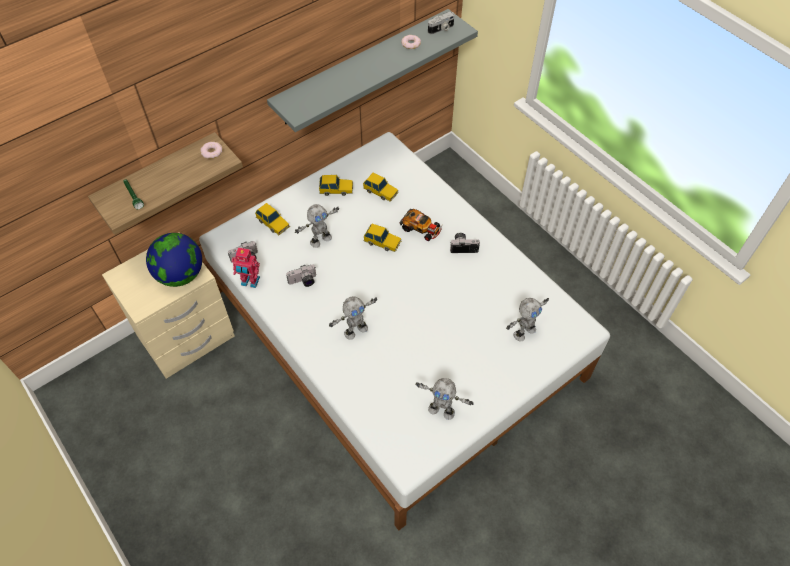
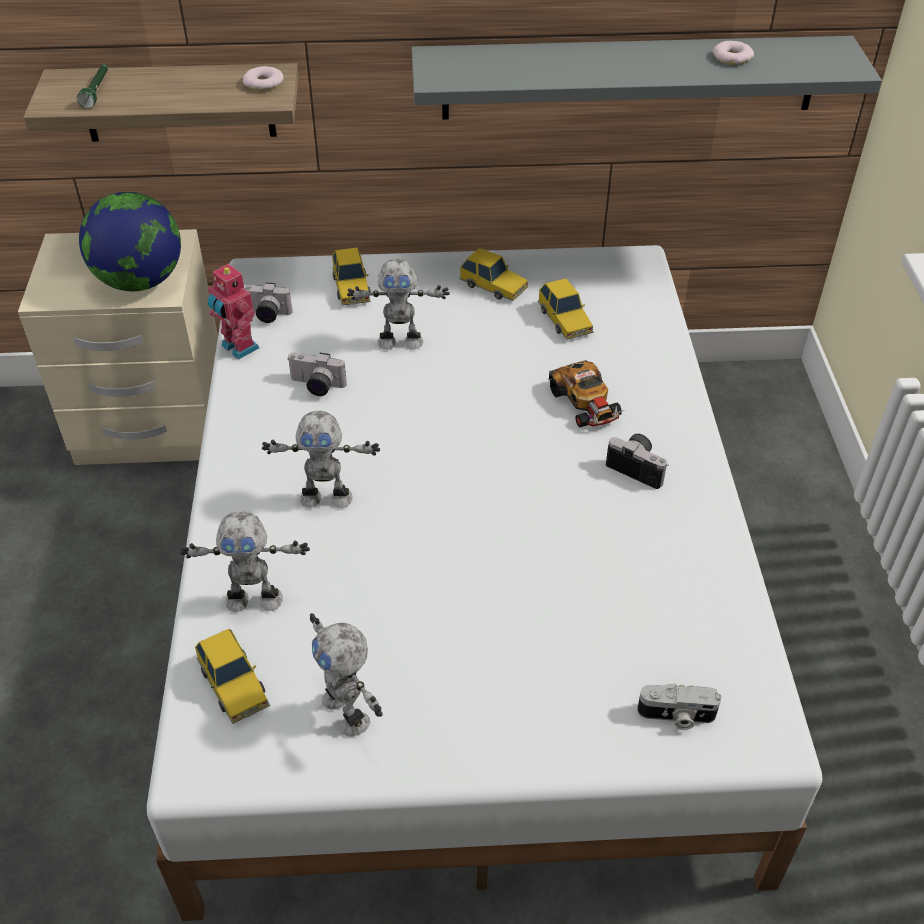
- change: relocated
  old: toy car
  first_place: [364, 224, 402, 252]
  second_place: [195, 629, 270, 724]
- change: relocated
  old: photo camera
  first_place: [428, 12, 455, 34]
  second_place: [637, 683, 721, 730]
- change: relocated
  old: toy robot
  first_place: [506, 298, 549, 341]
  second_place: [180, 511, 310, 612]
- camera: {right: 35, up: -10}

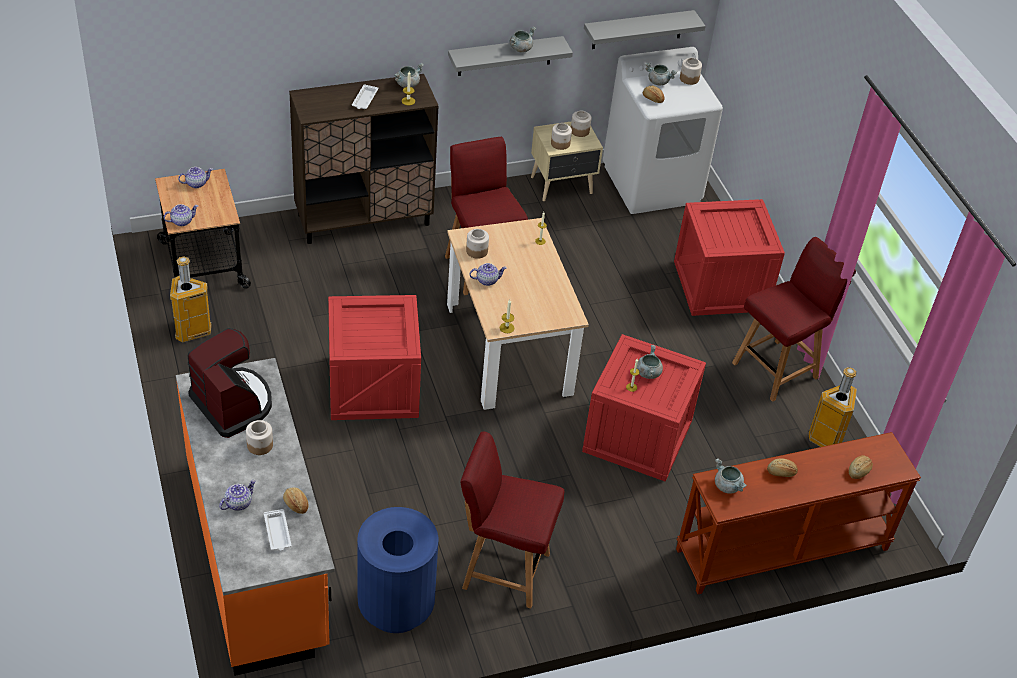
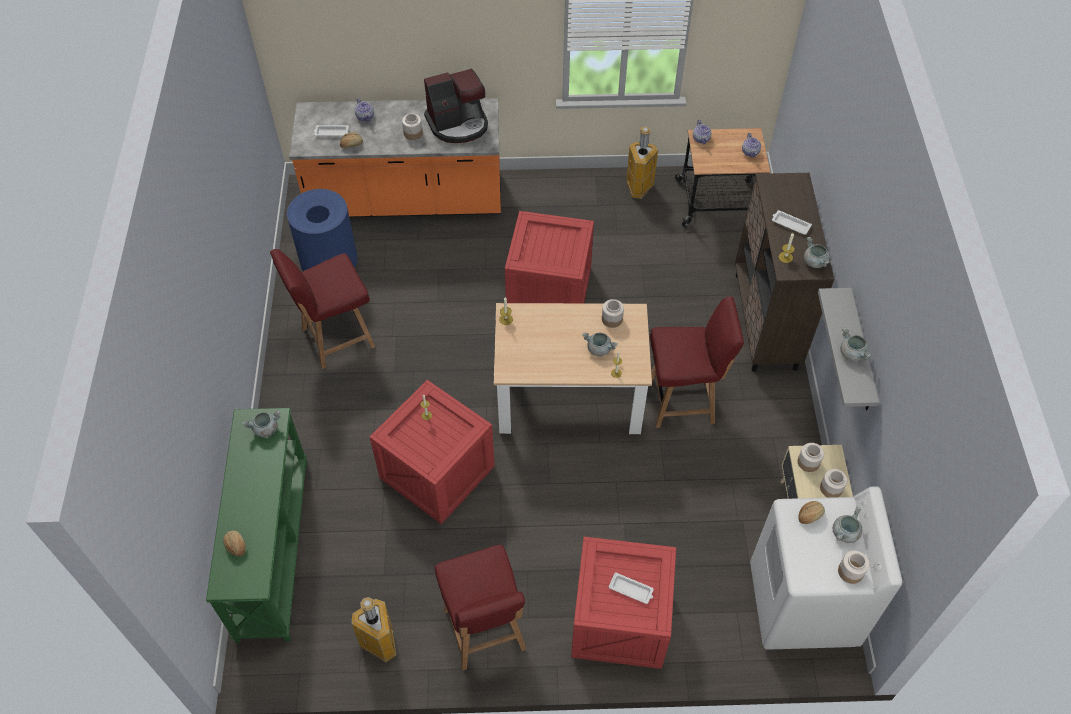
- change: spun
  old: chair (red)
  first_place: [460, 432, 564, 608]
  second_place: [270, 249, 375, 369]
  degrees: -150
- change: missing
  old: teapot
  first_place: [469, 263, 507, 286]
- change: missing
  old: shelf (grey)
  first_place: [584, 10, 706, 49]
- change: relocated
  old: cooking pot (grey)
  first_place: [637, 345, 663, 379]
  second_place: [583, 332, 618, 356]
- change: colour
  old: console table (brown)
  new: console table (green)
  first_place: [676, 432, 921, 594]
  second_place: [206, 408, 308, 643]
- change: missing
  old: bread
  first_place: [767, 458, 798, 477]
- change: appeared
  new: tray (white)
  second_place: [609, 572, 654, 604]
- camera: {right: 110, up: 10}

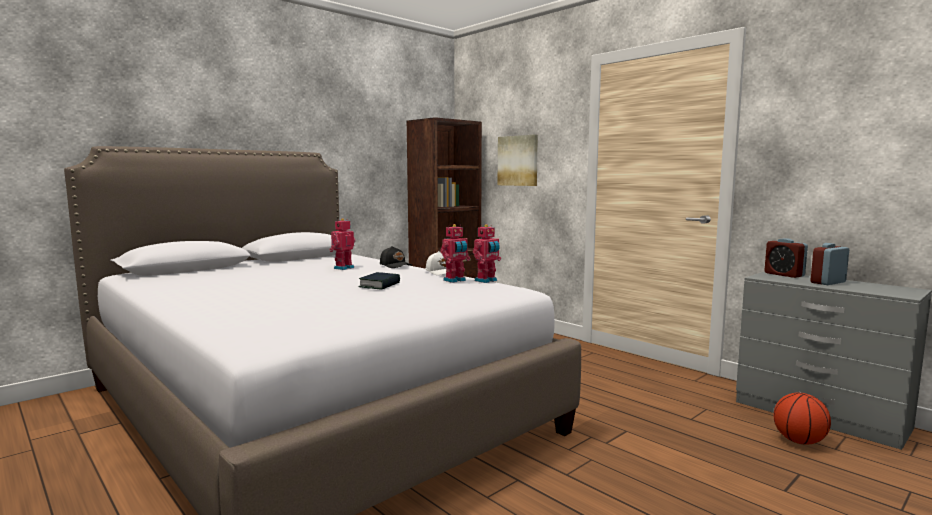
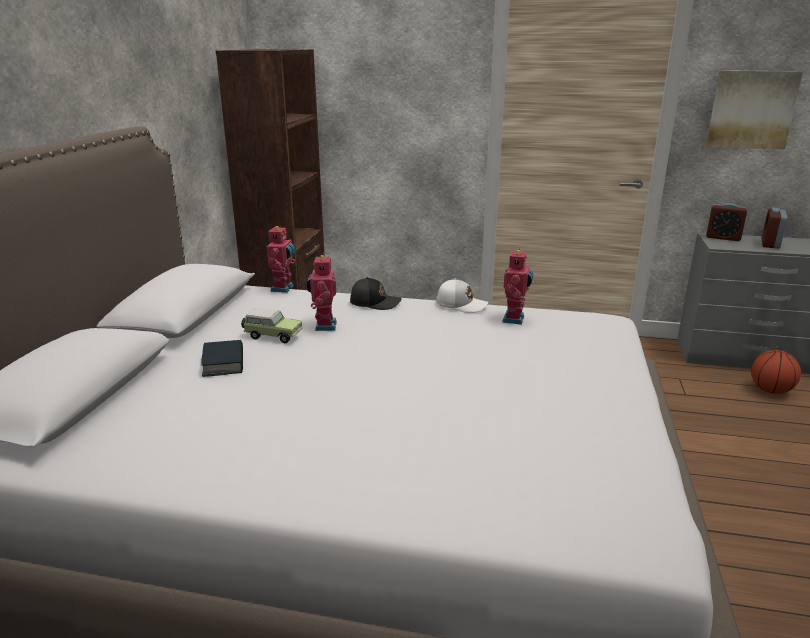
- change: relocated
  old: book
  first_place: [358, 272, 400, 290]
  second_place: [201, 340, 243, 377]
- change: relocated
  old: toy robot
  first_place: [473, 224, 501, 283]
  second_place: [267, 225, 295, 293]
- change: relocated
  old: picture
  first_place: [498, 134, 538, 186]
  second_place: [706, 70, 803, 150]
- change: appeared
  new: toy car
  second_place: [241, 308, 302, 343]
- camera: {right: -35, up: 15}

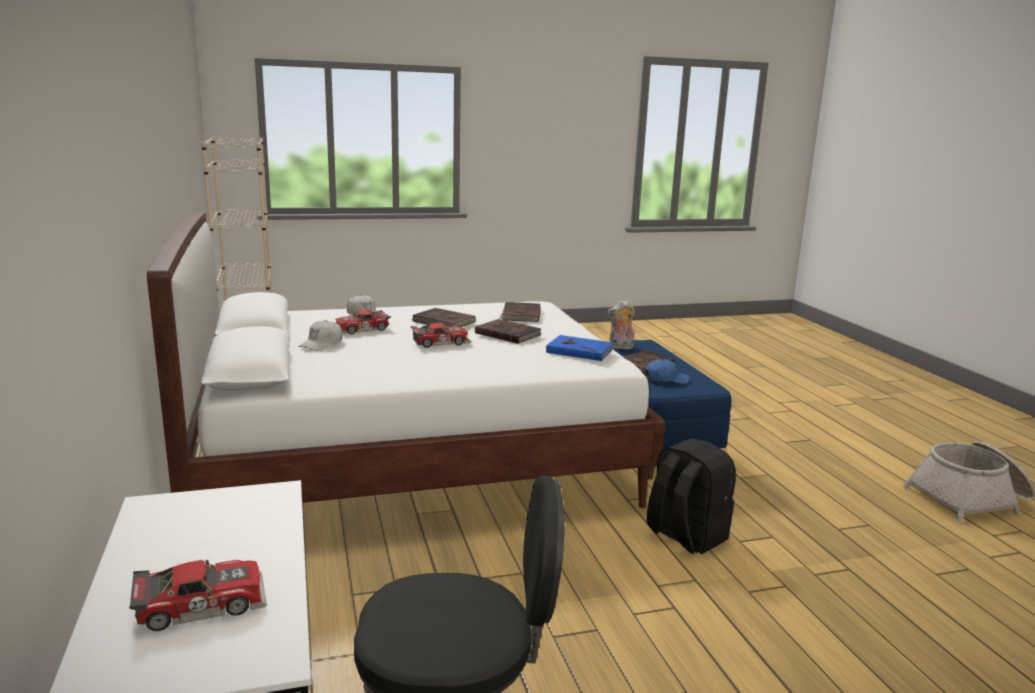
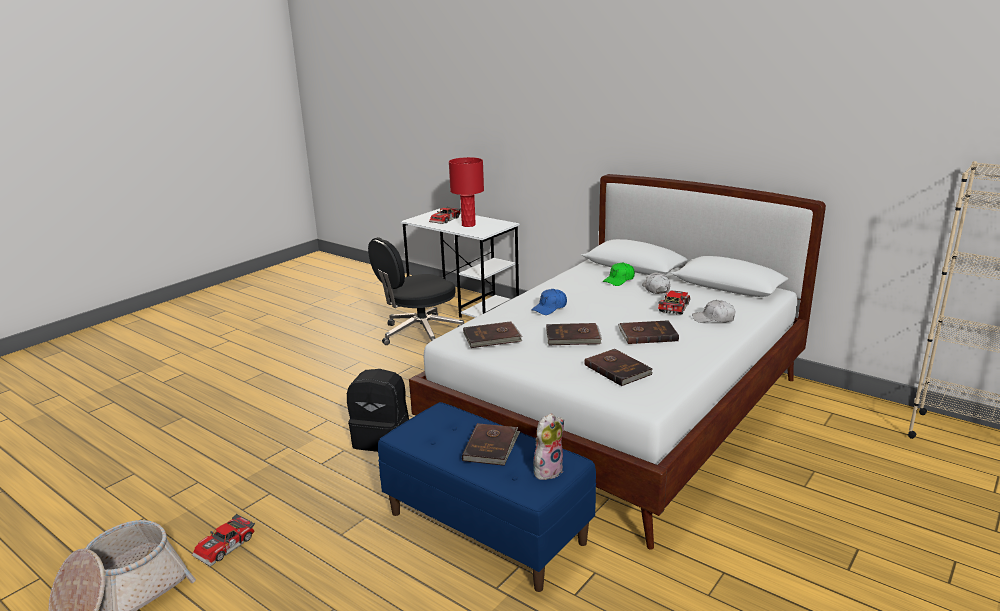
- change: relocated
  old: toy car
  first_place: [411, 323, 471, 348]
  second_place: [192, 514, 255, 566]
- change: colour
  old: book (blue)
  new: book (brown)
  first_place: [546, 335, 614, 361]
  second_place: [463, 321, 523, 348]
- change: relocated
  old: cap (blue)
  first_place: [645, 359, 689, 384]
  second_place: [531, 289, 567, 315]
- change: appeared
  new: table lamp (red)
  second_place: [449, 157, 484, 227]
- change: appeared
  new: cap (green)
  second_place: [603, 263, 635, 286]
- camera: {right: 145, up: 5}

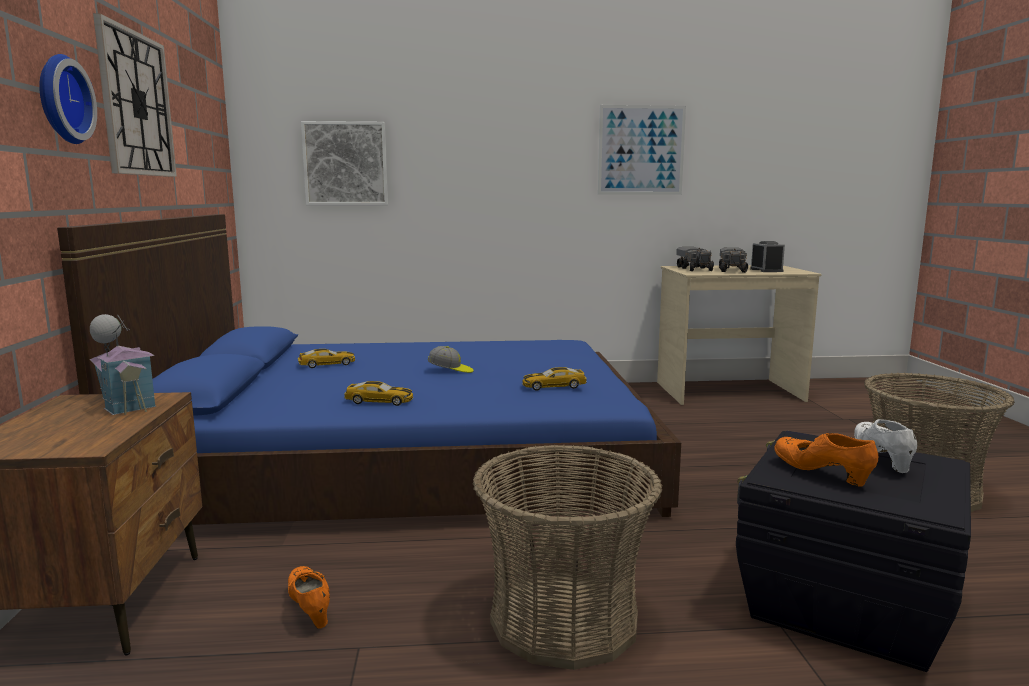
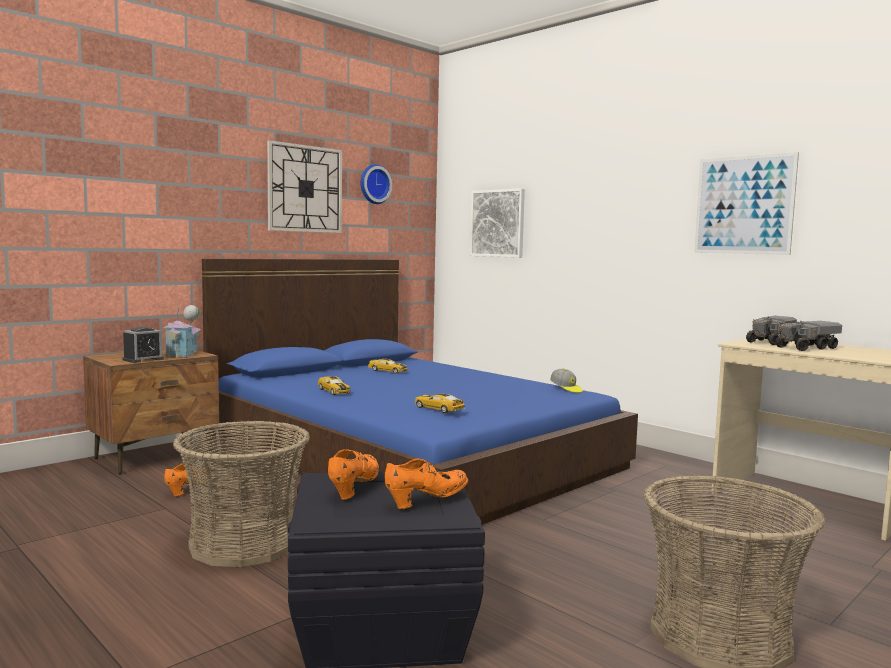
- change: relocated
  old: wall clock
  first_place: [39, 54, 97, 144]
  second_place: [361, 164, 392, 204]
- change: relocated
  old: cap
  first_place: [428, 346, 474, 373]
  second_place: [550, 369, 583, 393]
- change: relocated
  old: alarm clock
  first_place: [750, 241, 785, 272]
  second_place: [123, 327, 164, 363]
- change: colour
  old: shoe (white)
  new: shoe (orange)
  first_place: [854, 419, 917, 473]
  second_place: [385, 458, 468, 509]
- camera: {right: 50, up: -5}

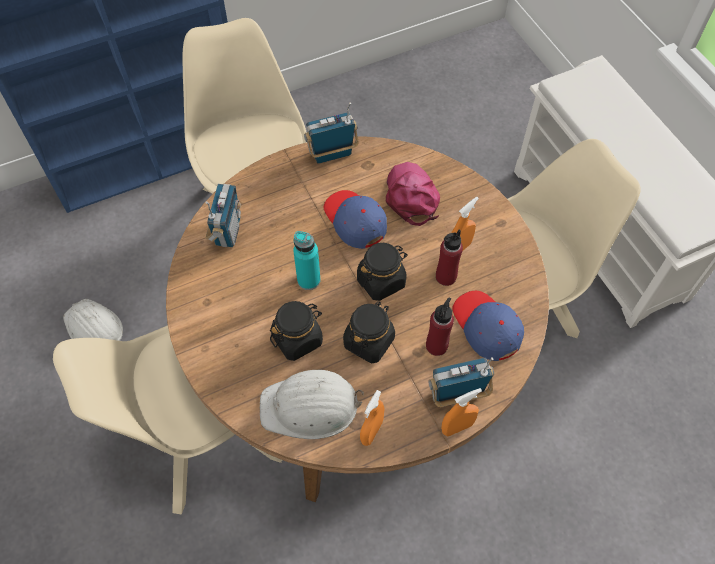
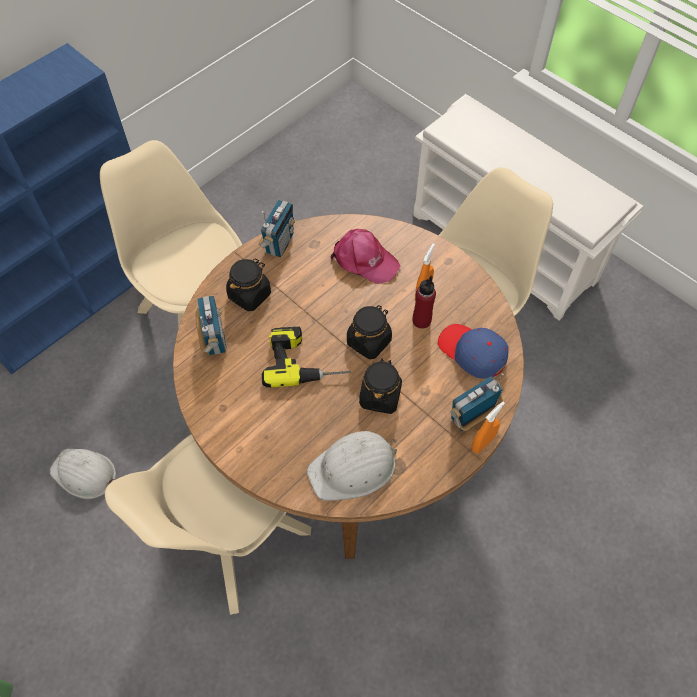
- change: relocated
  old: jar (black)
  first_place: [270, 301, 323, 361]
  second_place: [226, 259, 271, 311]
- change: exchanged
  old: bottle (turquoise)
  new: power drill
  first_place: [293, 231, 321, 290]
  second_place: [262, 327, 351, 387]
- change: spun
  old: radio
  first_place: [304, 102, 359, 164]
  second_place: [258, 200, 295, 257]
  degrees: 150
- change: missing
  old: cap (blue)
  first_place: [324, 190, 387, 249]
- change: missing
  old: spray bottle (orange)
  first_place: [360, 390, 384, 446]
- change: spun
  old: cap (pink)
  first_place: [386, 162, 440, 226]
  second_place: [331, 229, 400, 284]
  degrees: 150
- change: missing
  old: bottle (red)
  first_place: [426, 297, 454, 356]
- camera: {right: -20, up: 0}

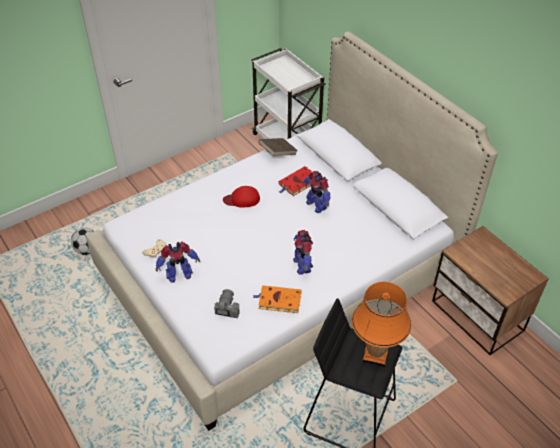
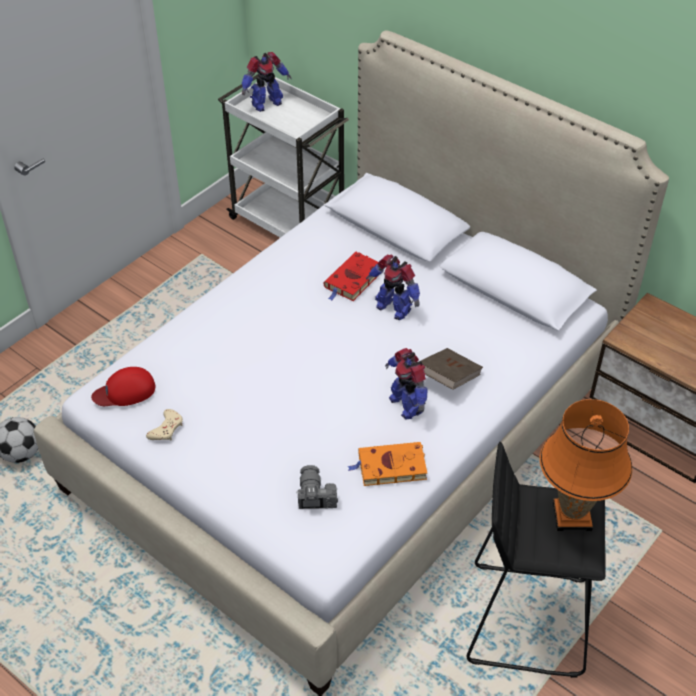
- change: relocated
  old: toy robot
  first_place: [156, 242, 200, 283]
  second_place: [242, 52, 292, 112]
- change: relocated
  old: cap (red)
  first_place: [223, 186, 260, 207]
  second_place: [91, 367, 155, 406]
- change: relocated
  old: book (brown)
  first_place: [259, 138, 298, 156]
  second_place: [421, 348, 483, 390]
- camera: {right: -15, up: 0}

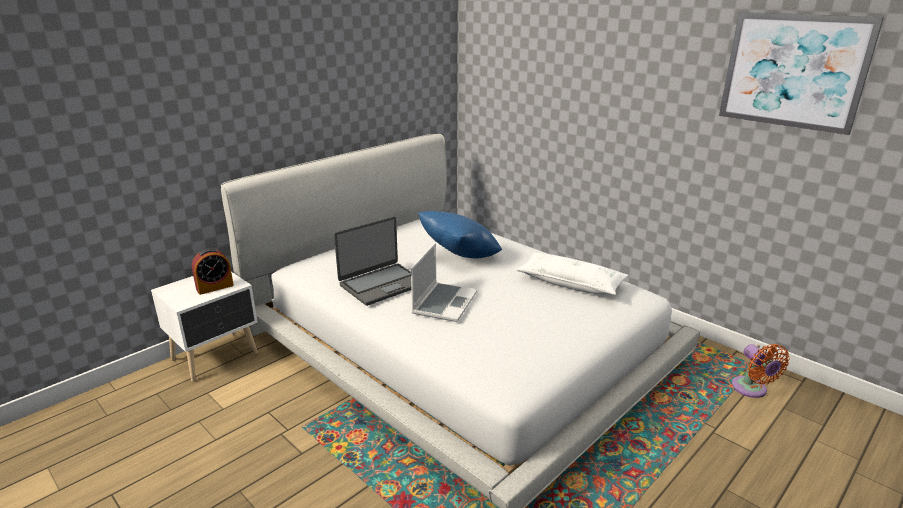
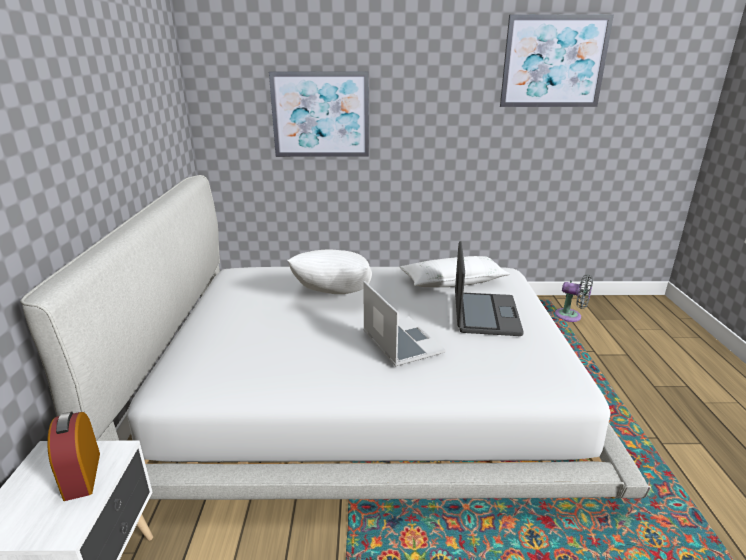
- change: spun
  old: alarm clock
  first_place: [192, 248, 234, 295]
  second_place: [47, 412, 100, 501]
  degrees: 150
- change: relocated
  old: laptop
  first_place: [334, 217, 411, 306]
  second_place: [455, 241, 524, 336]
- change: colour
  old: pillow (blue)
  new: pillow (white)
  first_place: [418, 211, 502, 258]
  second_place: [287, 250, 372, 294]
- change: colour
  old: fan (orange)
  new: fan (grey)
  first_place: [732, 344, 790, 398]
  second_place: [555, 274, 593, 322]
- change: appeared
  new: picture
  second_place: [269, 71, 369, 157]
- camera: {right: -45, up: 0}

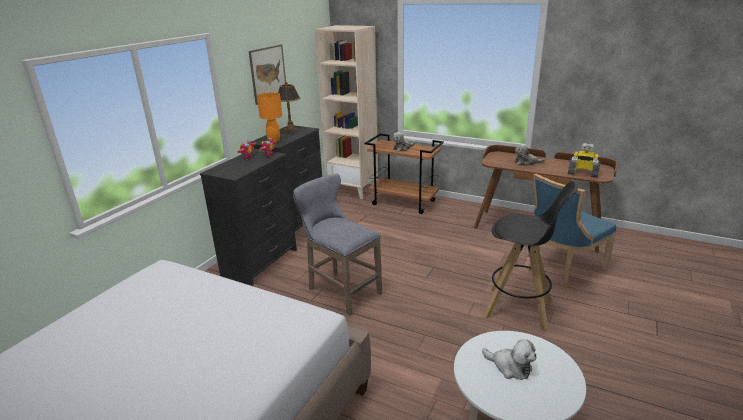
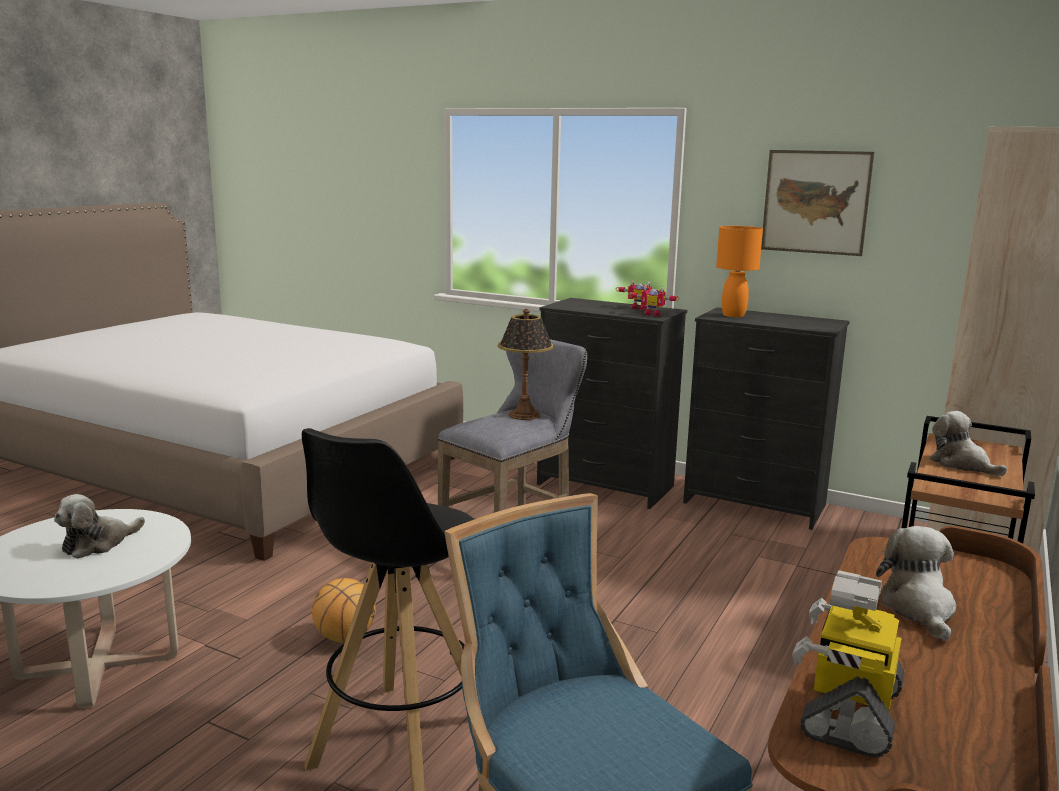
- change: relocated
  old: table lamp
  first_place: [278, 82, 300, 132]
  second_place: [498, 309, 553, 420]
- change: appeared
  new: basketball
  second_place: [312, 578, 376, 642]
- camera: {right: 90, up: -10}

